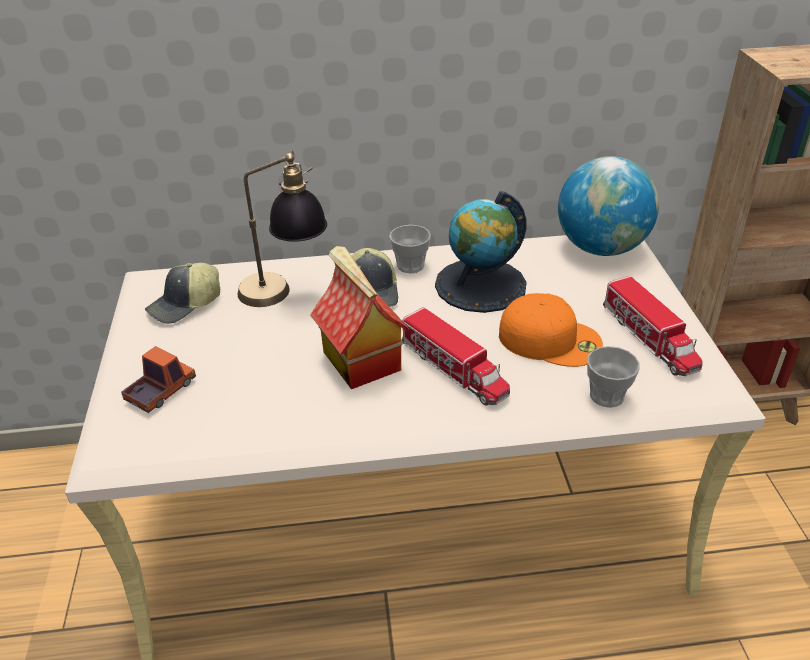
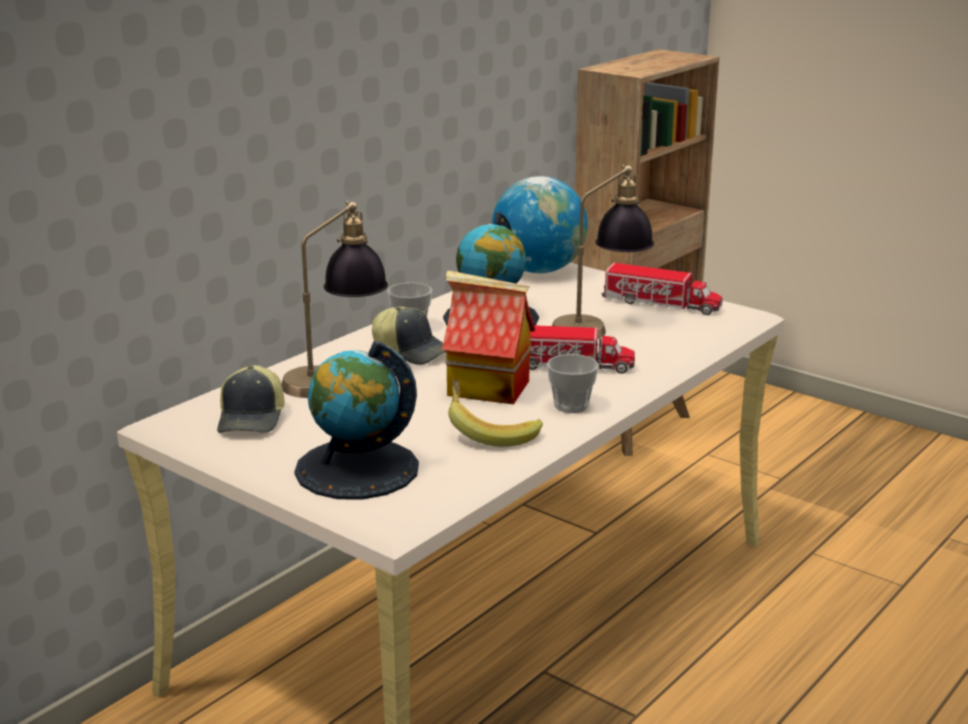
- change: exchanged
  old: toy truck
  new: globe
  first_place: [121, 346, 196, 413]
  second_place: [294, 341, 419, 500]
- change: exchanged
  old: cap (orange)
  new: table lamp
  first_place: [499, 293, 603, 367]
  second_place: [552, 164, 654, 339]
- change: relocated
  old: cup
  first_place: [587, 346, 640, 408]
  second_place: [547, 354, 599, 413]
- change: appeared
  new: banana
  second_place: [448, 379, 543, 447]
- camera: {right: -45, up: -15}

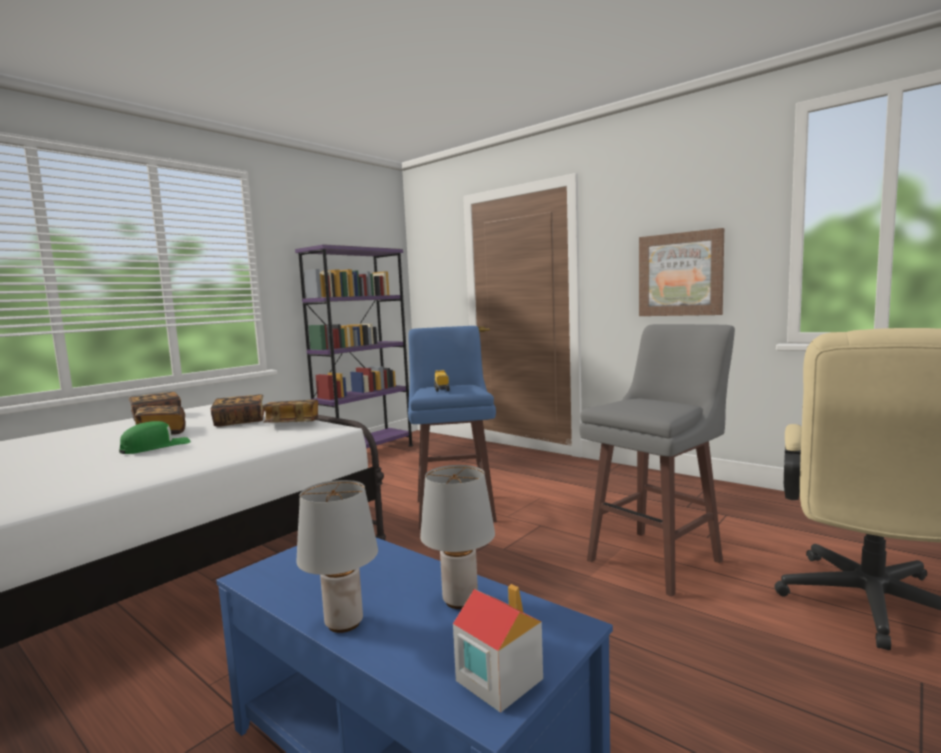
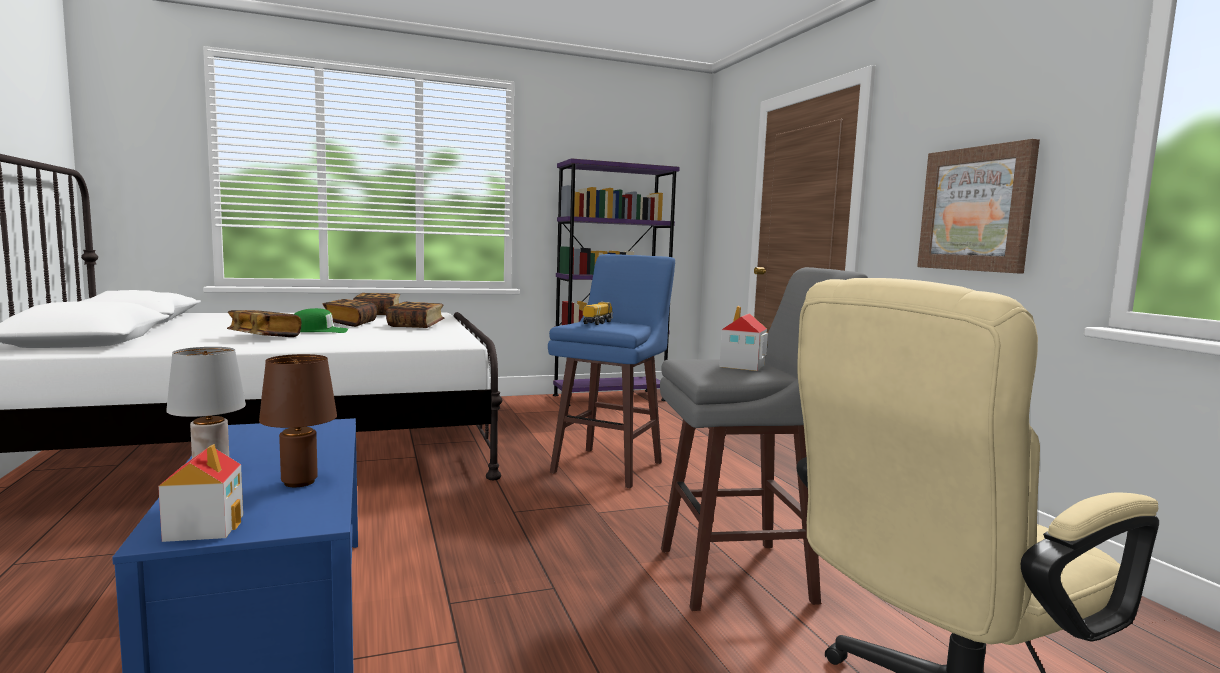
- change: relocated
  old: book
  first_place: [263, 400, 318, 423]
  second_place: [227, 310, 302, 337]
- change: colour
  old: table lamp (grey)
  new: table lamp (brown)
  first_place: [420, 465, 495, 609]
  second_place: [259, 354, 337, 487]
- change: appeared
  new: toy house
  second_place: [720, 306, 768, 371]
- camera: {right: 30, up: 0}

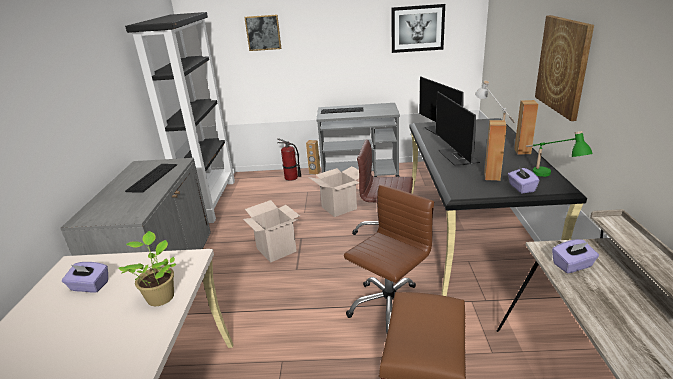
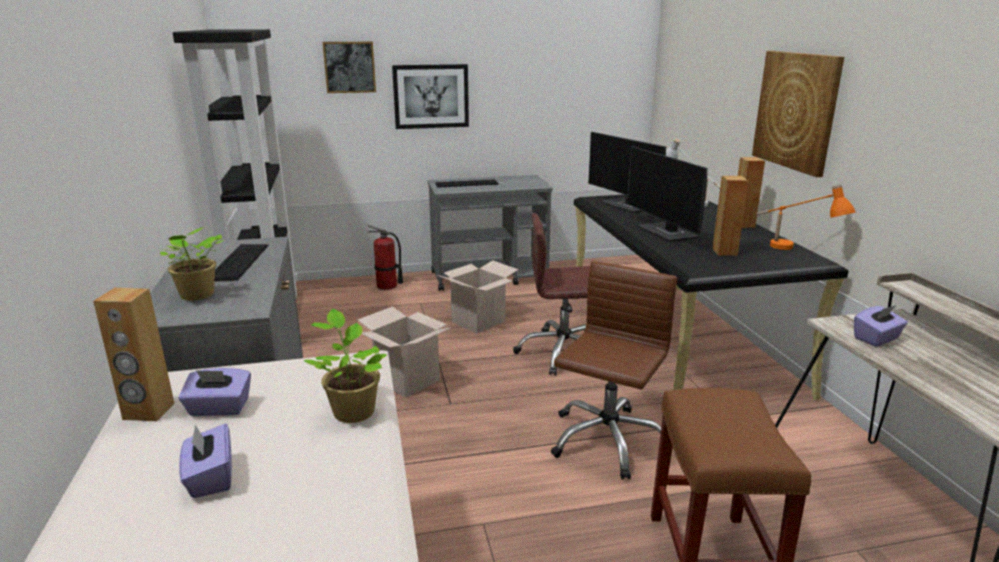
- change: relocated
  old: speaker (brown)
  first_place: [306, 140, 321, 175]
  second_place: [93, 288, 175, 421]
- change: relocated
  old: picture
  first_place: [391, 4, 445, 53]
  second_place: [392, 64, 469, 129]
- change: relocated
  old: tissue box (purple)
  first_place: [508, 167, 540, 193]
  second_place: [179, 424, 232, 498]
- change: colour
  old: table lamp (green)
  new: table lamp (orange)
  first_place: [526, 131, 593, 177]
  second_place: [757, 185, 856, 250]
- change: appeared
  new: potted plant
  second_place: [160, 227, 224, 300]
- camera: {right: -15, up: -5}

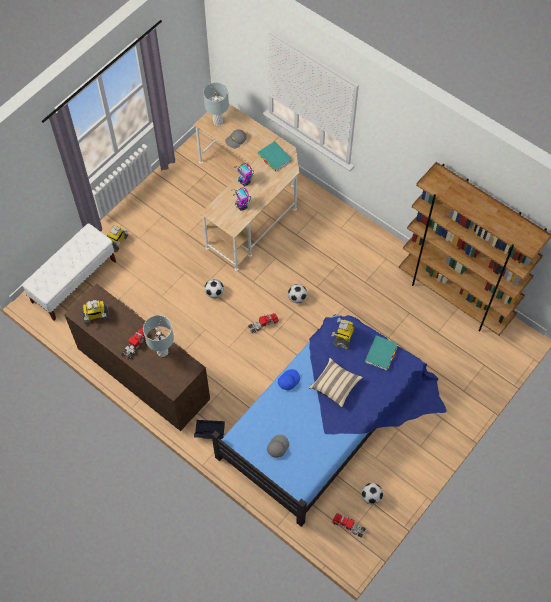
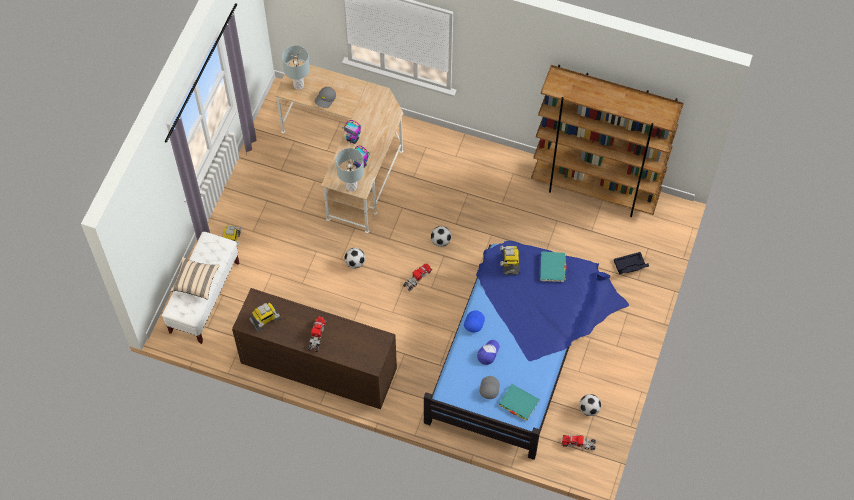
- change: relocated
  old: table lamp (grey)
  first_place: [143, 315, 174, 357]
  second_place: [336, 148, 364, 191]
- change: relocated
  old: storage box (black)
  first_place: [194, 420, 225, 439]
  second_place: [614, 252, 649, 274]
- change: relocated
  old: book (turquoise)
  first_place: [258, 141, 292, 172]
  second_place: [499, 384, 540, 420]
- change: relocated
  old: pillow (beige)
  first_place: [309, 358, 363, 407]
  second_place: [170, 257, 220, 300]
- change: appeared
  new: cap
  second_place: [477, 340, 499, 365]
- camera: {right: -20, up: 0}

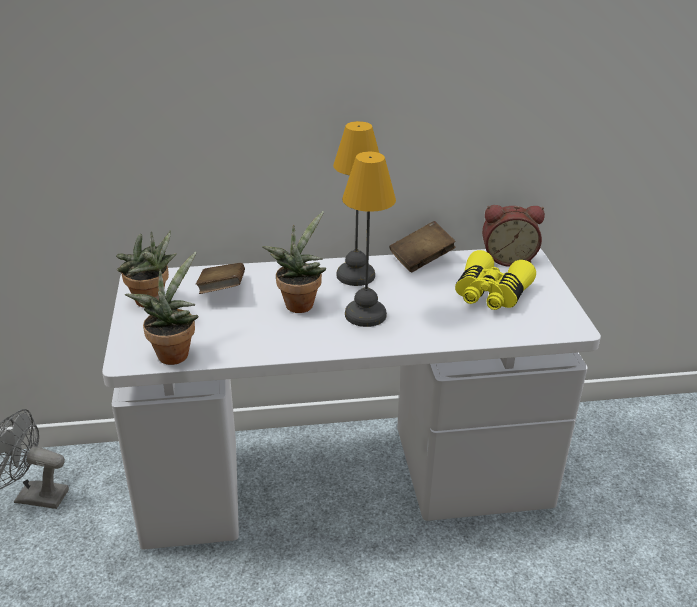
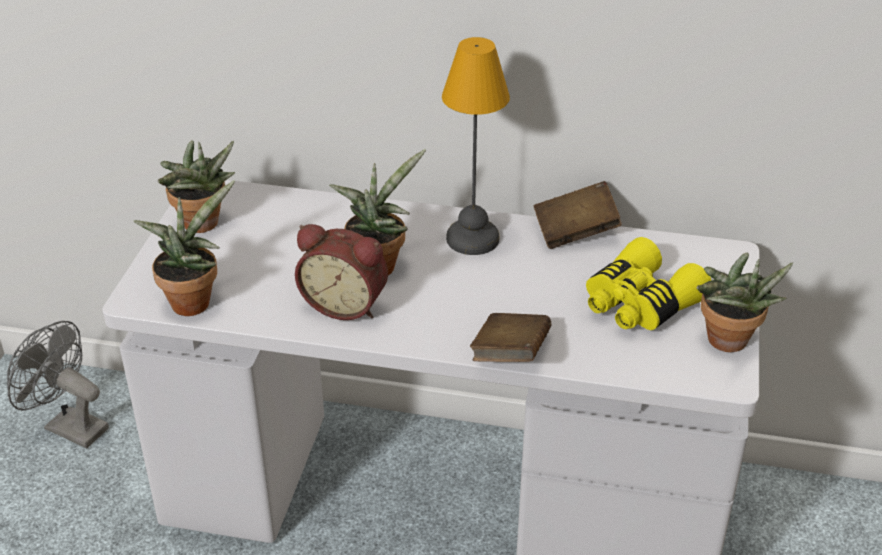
- change: relocated
  old: book (brown)
  first_place: [196, 263, 245, 294]
  second_place: [470, 313, 551, 362]
- change: missing
  old: table lamp
  first_place: [342, 152, 396, 327]
- change: relocated
  old: alarm clock
  first_place: [482, 205, 545, 267]
  second_place: [295, 224, 388, 320]
- change: appeared
  new: potted plant
  second_place: [696, 253, 793, 352]
- camera: {right: 20, up: 5}

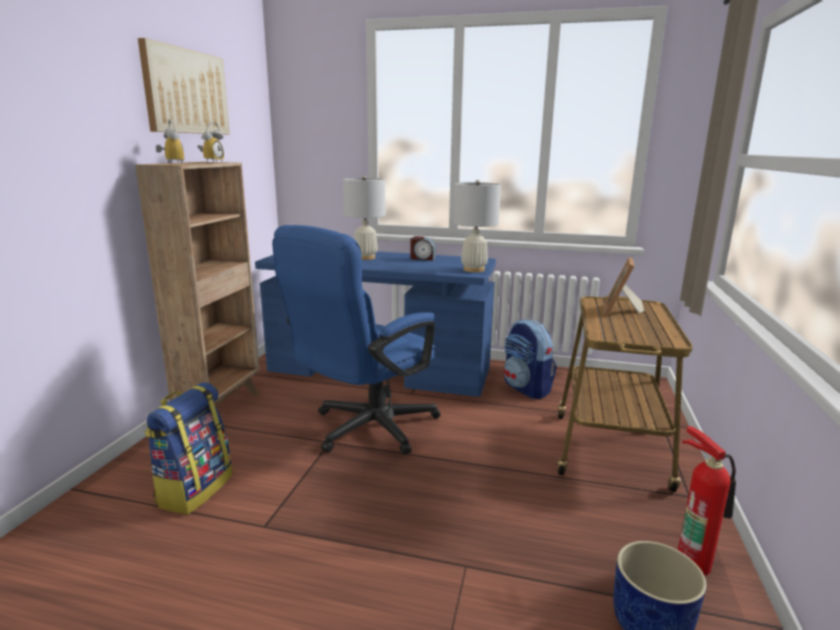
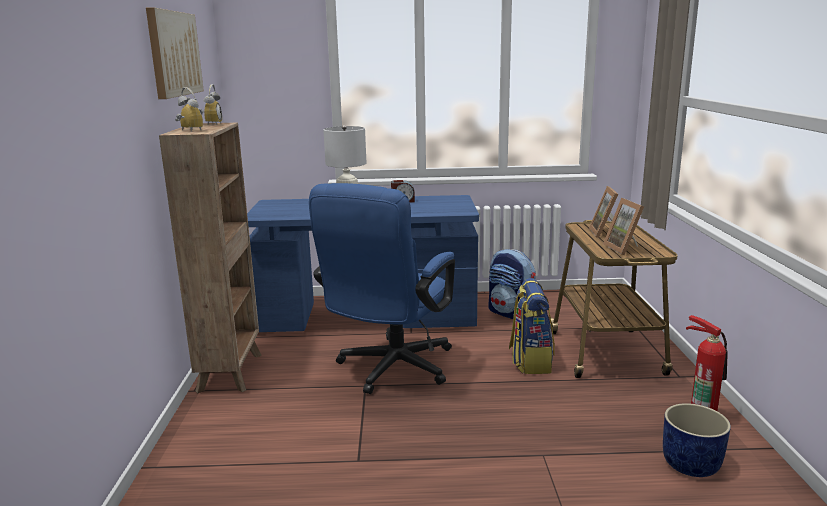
- change: relocated
  old: backpack
  first_place: [145, 382, 233, 515]
  second_place: [509, 278, 555, 374]
- change: missing
  old: table lamp (white)
  first_place: [454, 180, 501, 272]
- change: appeared
  new: picture frame
  second_place: [603, 198, 644, 255]
- camera: {right: -15, up: 0}

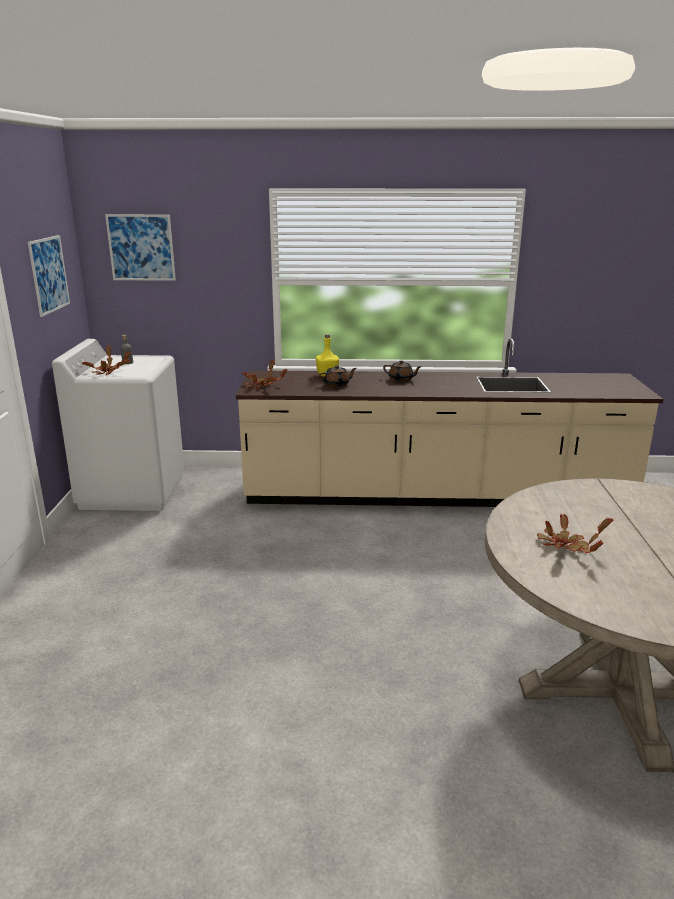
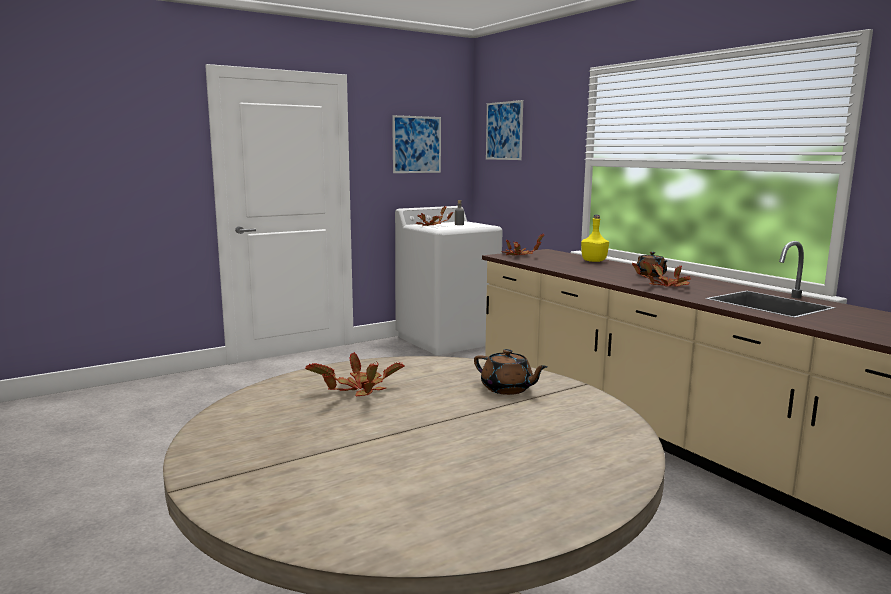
- change: relocated
  old: teapot (brown)
  first_place: [319, 365, 357, 387]
  second_place: [474, 349, 548, 395]
- change: appeared
  new: potted plant
  second_place: [632, 261, 691, 287]
- camera: {right: 55, up: -10}

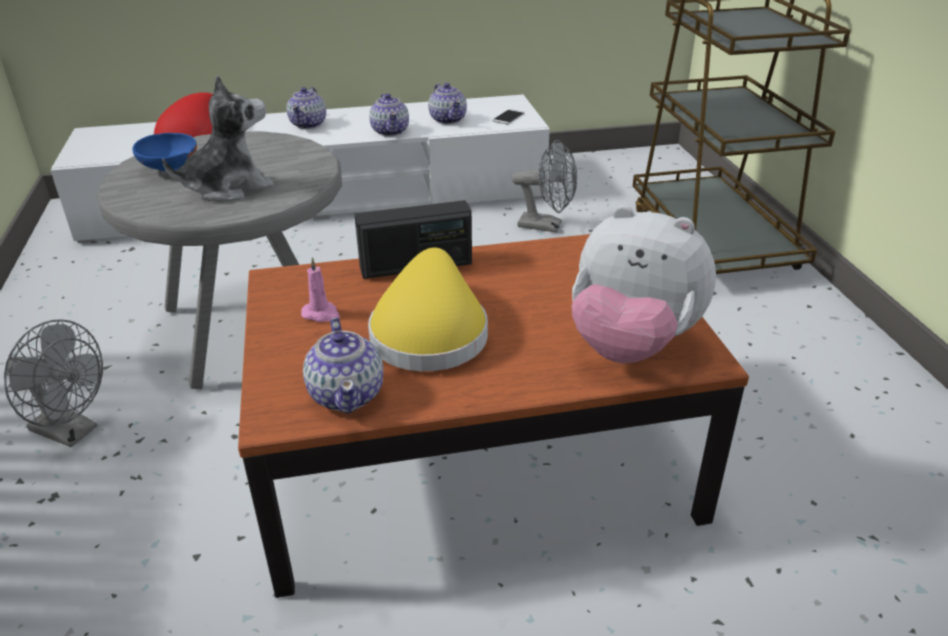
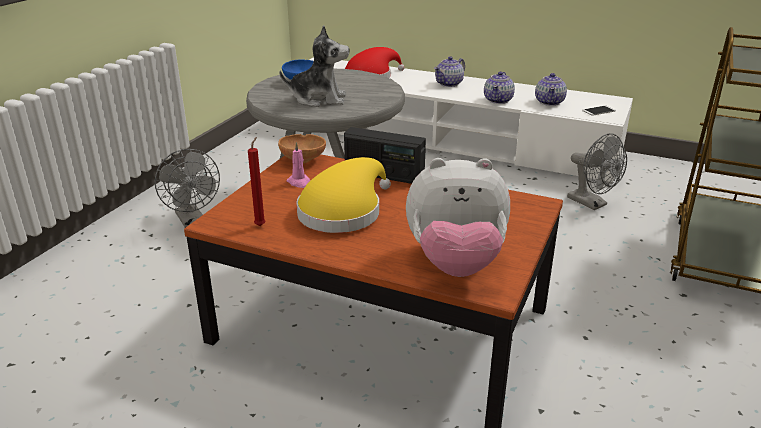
- change: exchanged
  old: teapot
  new: candle (red)
  first_place: [303, 318, 383, 413]
  second_place: [248, 137, 266, 226]
- change: spun
  old: plush toy
  first_place: [572, 205, 716, 364]
  second_place: [406, 158, 510, 277]
  degrees: -60
- change: appeared
  new: bowl (brown)
  second_place: [278, 134, 326, 163]
- camera: {right: 35, up: -5}

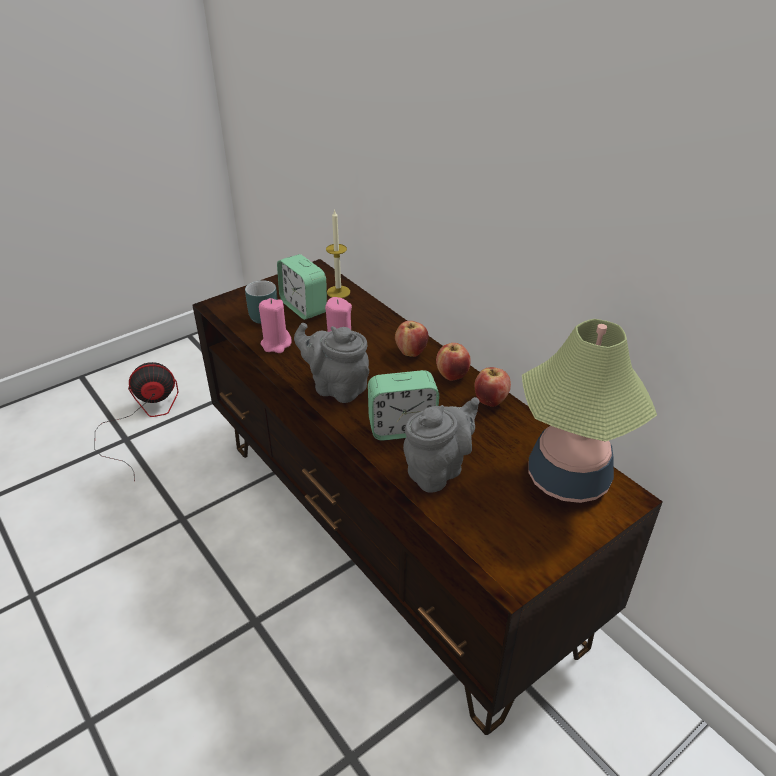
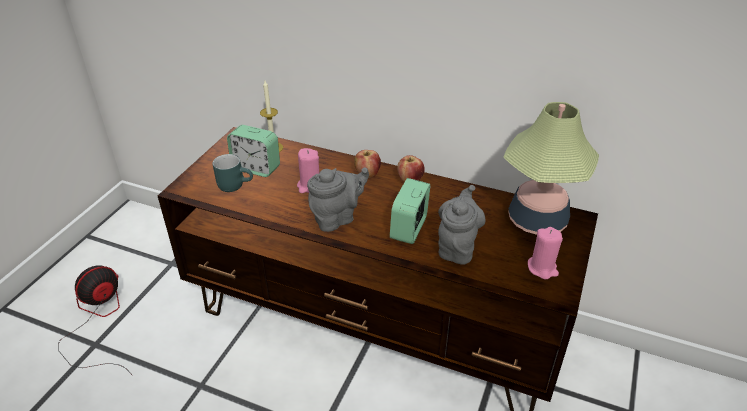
- change: relocated
  old: candle (pink)
  first_place: [259, 298, 292, 353]
  second_place: [528, 227, 563, 279]
- change: spun
  old: teapot (grey)
  first_place: [294, 323, 369, 403]
  second_place: [307, 167, 369, 232]
  degrees: 150
- change: spun
  old: alarm clock
  first_place: [368, 370, 439, 441]
  second_place: [390, 178, 430, 244]
  degrees: 150
- change: missing
  old: apple
  first_place: [475, 367, 511, 407]
- camera: {right: -30, up: 0}

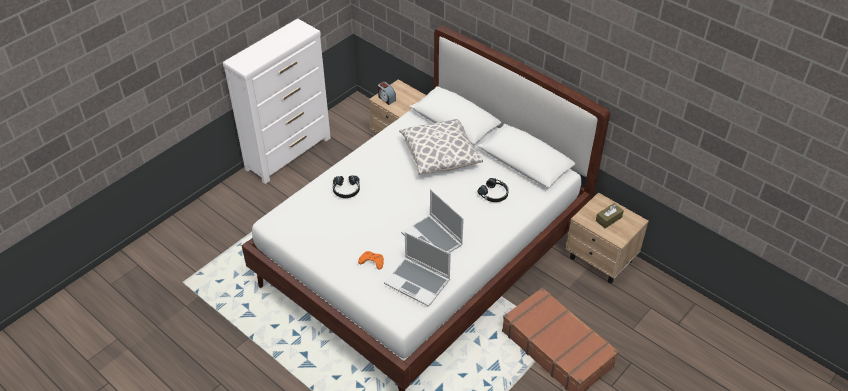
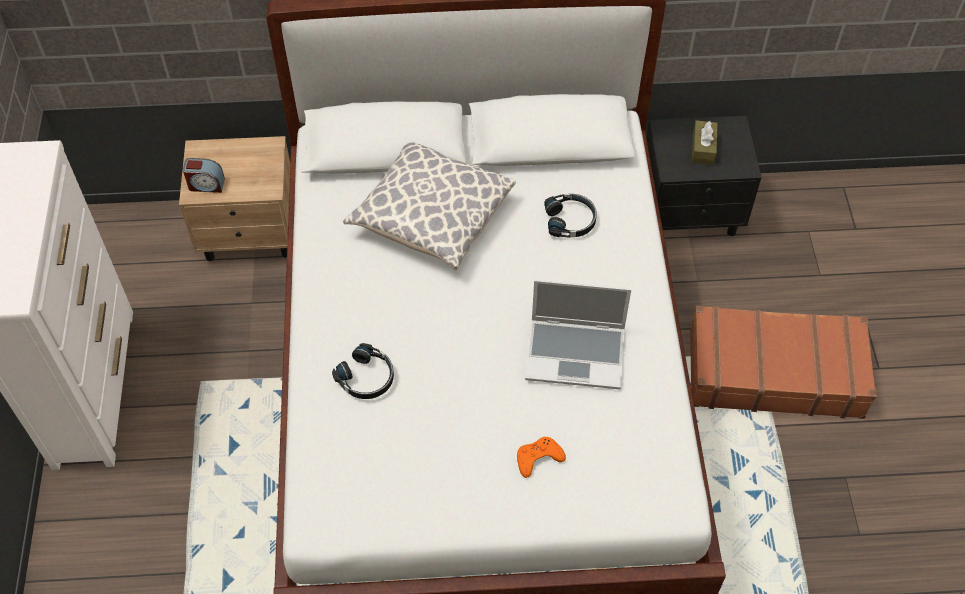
- change: missing
  old: laptop
  first_place: [384, 232, 451, 307]
- change: colour
  old: nightstand (beige)
  new: nightstand (black)
  first_place: [566, 192, 649, 283]
  second_place: [646, 116, 762, 236]
- camera: {right: -45, up: 10}

